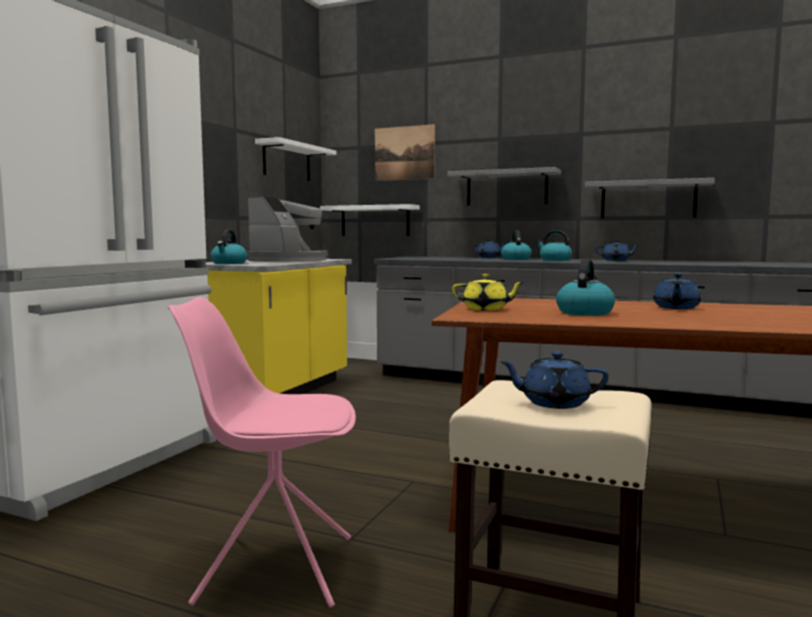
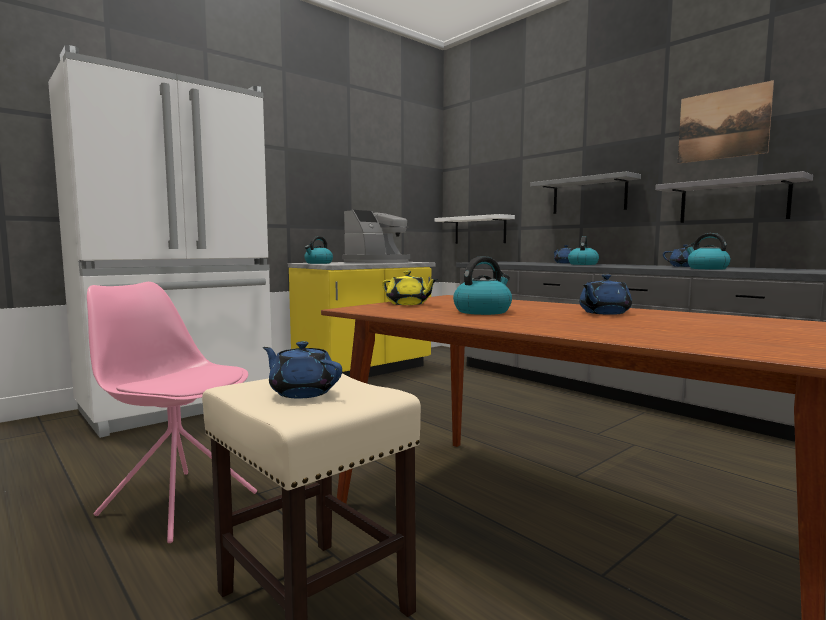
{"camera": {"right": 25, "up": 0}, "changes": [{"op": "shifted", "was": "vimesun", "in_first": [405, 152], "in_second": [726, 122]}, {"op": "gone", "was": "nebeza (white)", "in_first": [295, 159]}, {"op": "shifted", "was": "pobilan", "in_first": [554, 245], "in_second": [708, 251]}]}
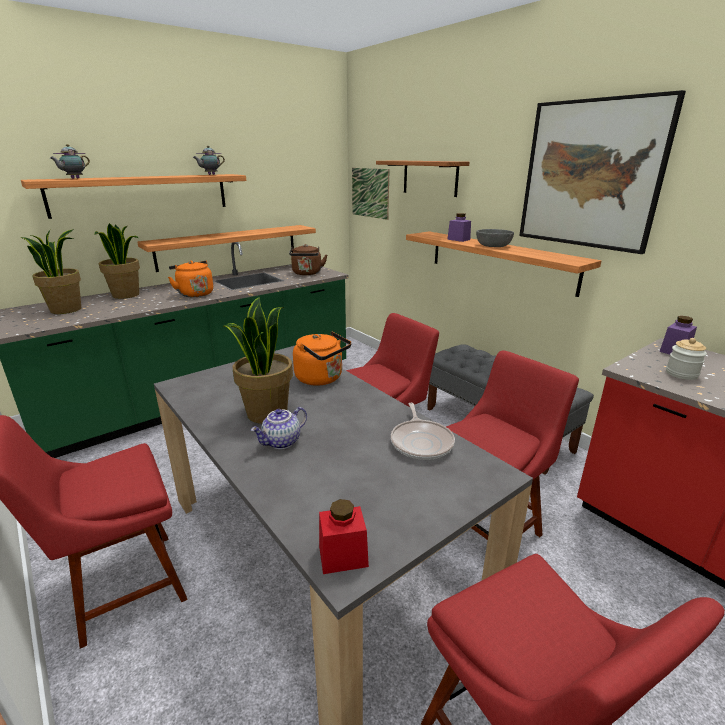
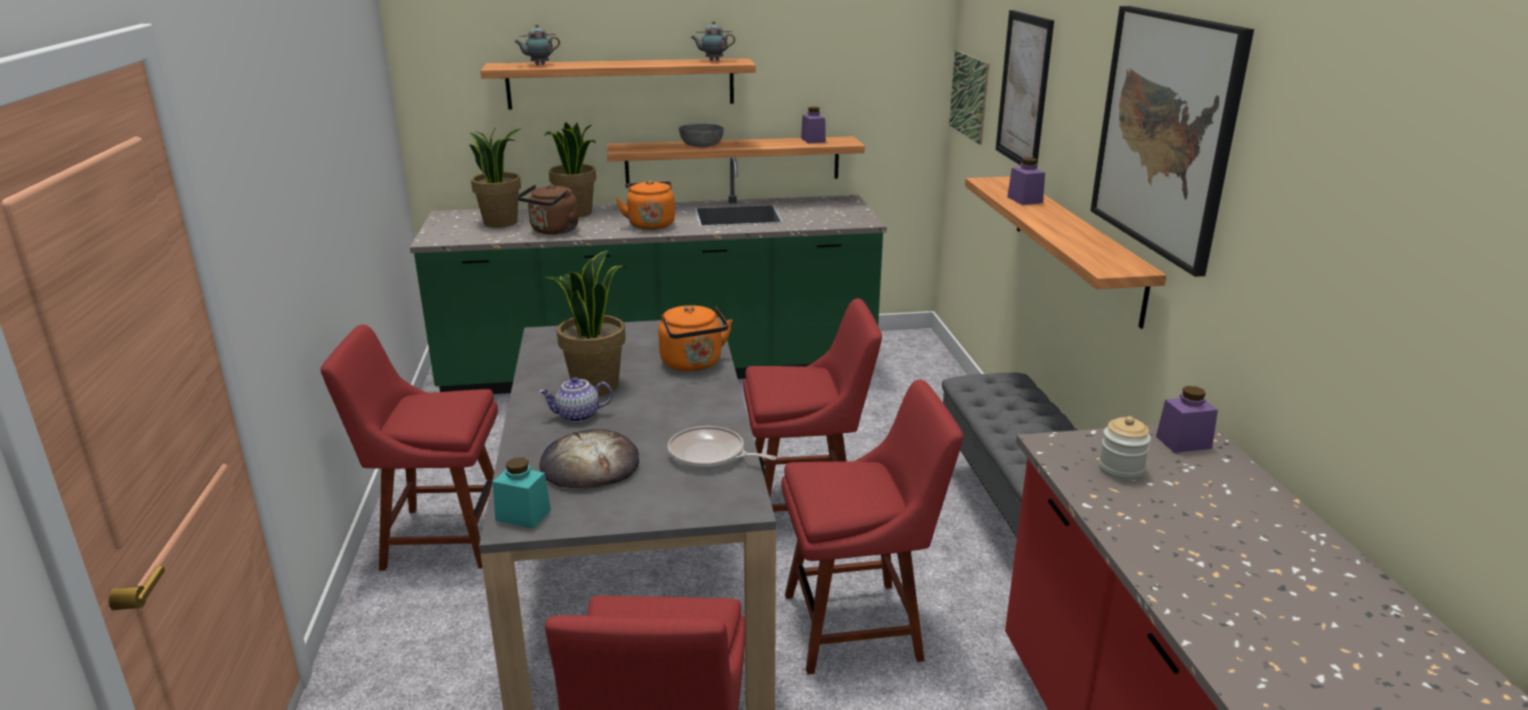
{"camera": {"right": 30, "up": 0}, "changes": [{"op": "swapped", "was": "nebeza", "now": "vimesun", "in_first": [422, 178], "in_second": [1024, 89]}, {"op": "shifted", "was": "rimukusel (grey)", "in_first": [495, 238], "in_second": [701, 135]}, {"op": "shifted", "was": "pobilan (brown)", "in_first": [308, 259], "in_second": [548, 209]}, {"op": "rotated", "was": "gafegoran", "in_first": [423, 431], "in_second": [722, 448], "clockwise": 90}, {"op": "repainted", "was": "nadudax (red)", "now": "nadudax (turquoise)", "in_first": [344, 536], "in_second": [522, 493]}, {"op": "new", "now": "nadudax (purple)", "in_second": [813, 125]}, {"op": "new", "now": "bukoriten", "in_second": [589, 459]}]}
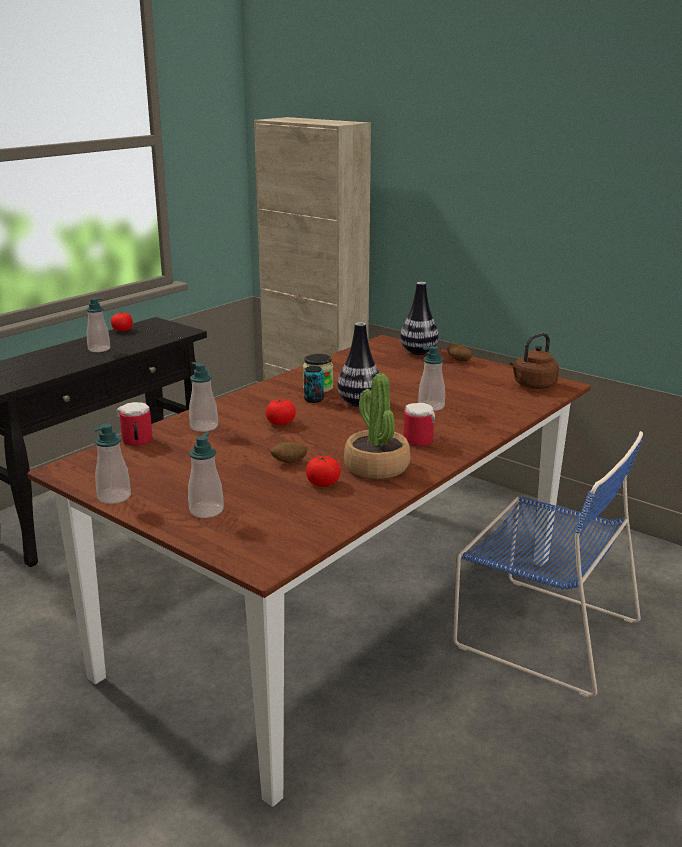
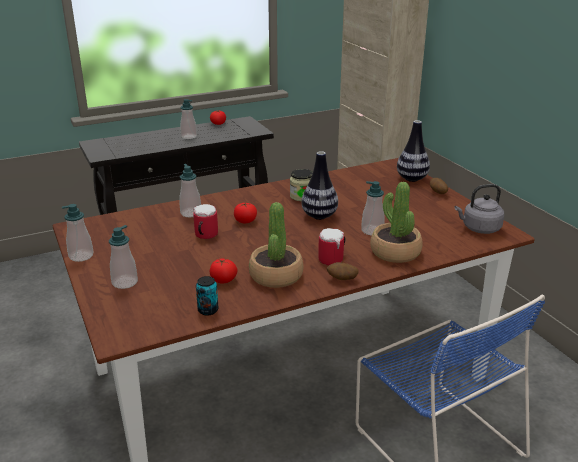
{"camera": {"right": 25, "up": 5}, "changes": [{"op": "repainted", "was": "pobilan (brown)", "now": "pobilan (grey)", "in_first": [534, 361], "in_second": [479, 209]}, {"op": "shifted", "was": "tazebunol", "in_first": [314, 384], "in_second": [207, 295]}, {"op": "shifted", "was": "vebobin", "in_first": [134, 424], "in_second": [205, 221]}, {"op": "shifted", "was": "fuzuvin", "in_first": [289, 452], "in_second": [343, 271]}, {"op": "new", "now": "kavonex", "in_second": [396, 222]}]}
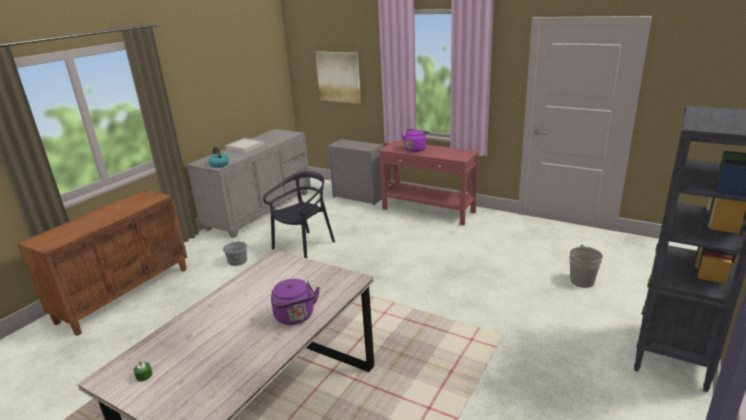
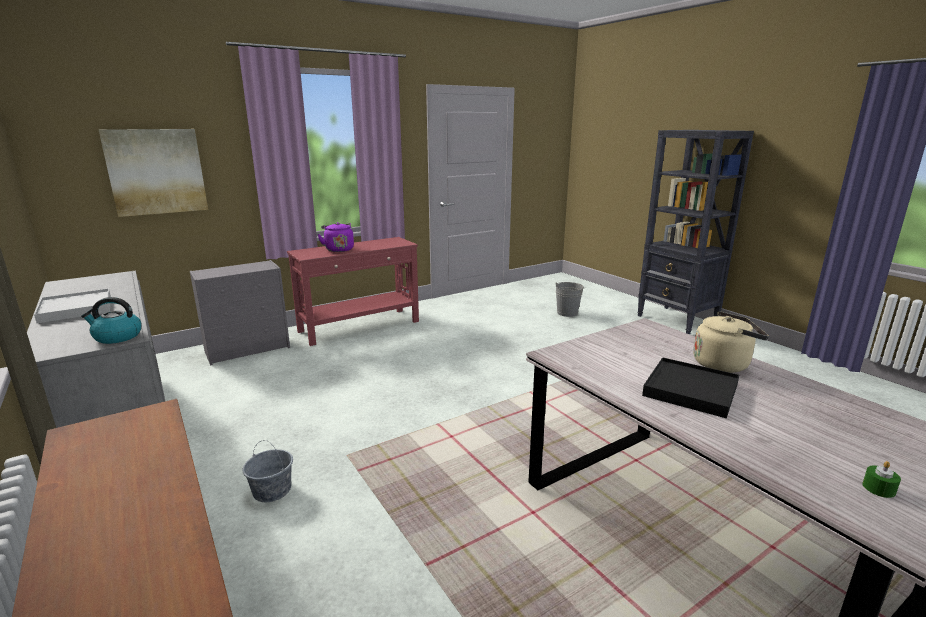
{"camera": {"right": -65, "up": -5}, "changes": [{"op": "gone", "was": "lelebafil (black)", "in_first": [299, 214]}, {"op": "repainted", "was": "pobilan (purple)", "now": "pobilan (beige)", "in_first": [295, 302], "in_second": [731, 342]}, {"op": "new", "now": "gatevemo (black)", "in_second": [690, 387]}]}
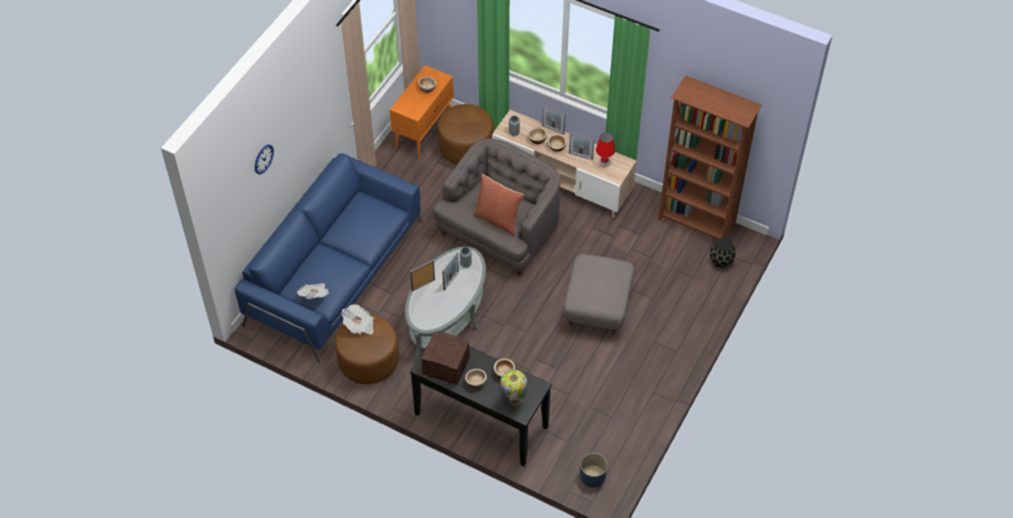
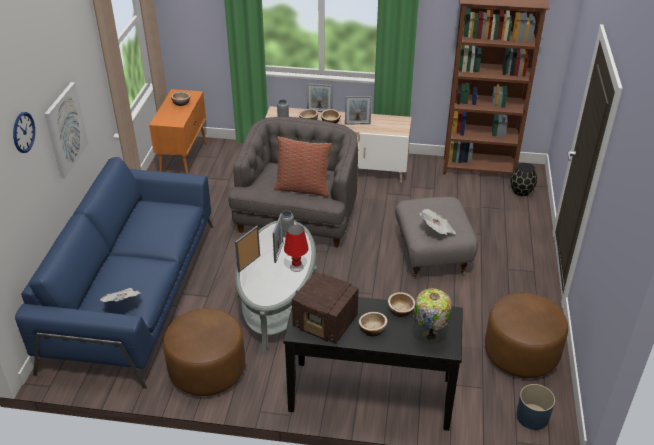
{"camera": {"right": -20, "up": -15}, "changes": [{"op": "shifted", "was": "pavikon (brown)", "in_first": [466, 134], "in_second": [526, 335]}, {"op": "shifted", "was": "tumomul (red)", "in_first": [605, 150], "in_second": [296, 248]}, {"op": "shifted", "was": "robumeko", "in_first": [358, 319], "in_second": [438, 222]}, {"op": "rotated", "was": "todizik", "in_first": [445, 358], "in_second": [325, 308], "clockwise": -150}, {"op": "new", "now": "vimesun", "in_second": [67, 130]}]}
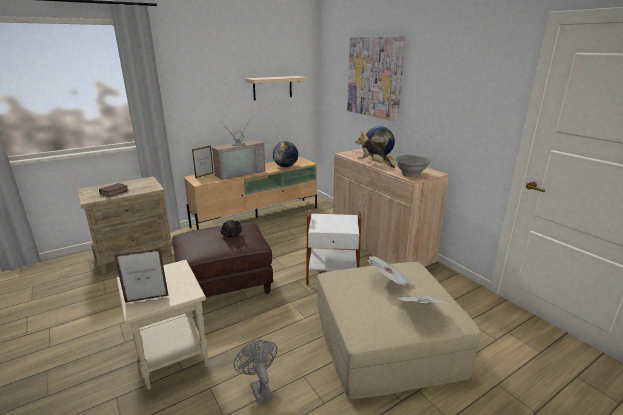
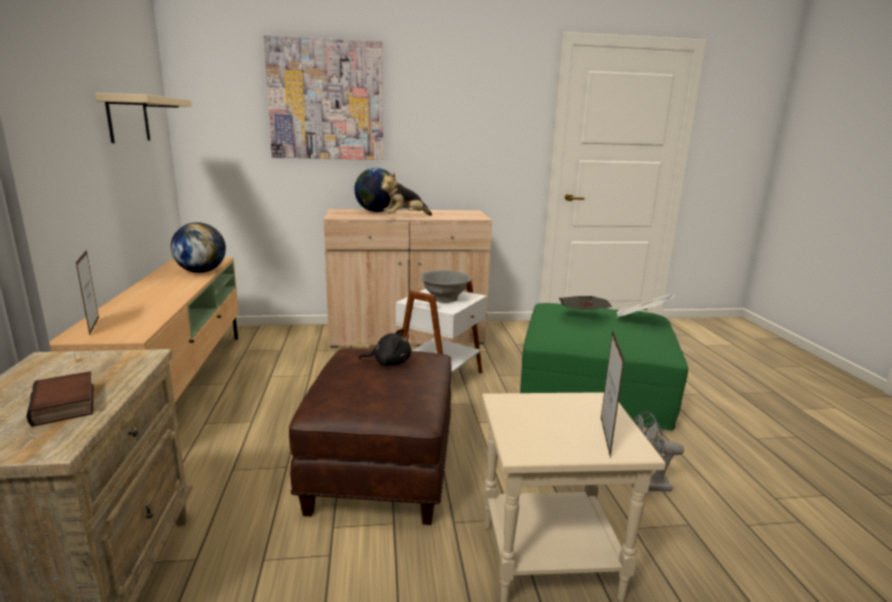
{"camera": {"right": -65, "up": -5}, "changes": [{"op": "gone", "was": "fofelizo", "in_first": [239, 149]}, {"op": "shifted", "was": "rimukusel (grey)", "in_first": [413, 166], "in_second": [445, 286]}, {"op": "repainted", "was": "pavikon (beige)", "now": "pavikon (green)", "in_first": [399, 330], "in_second": [604, 366]}]}
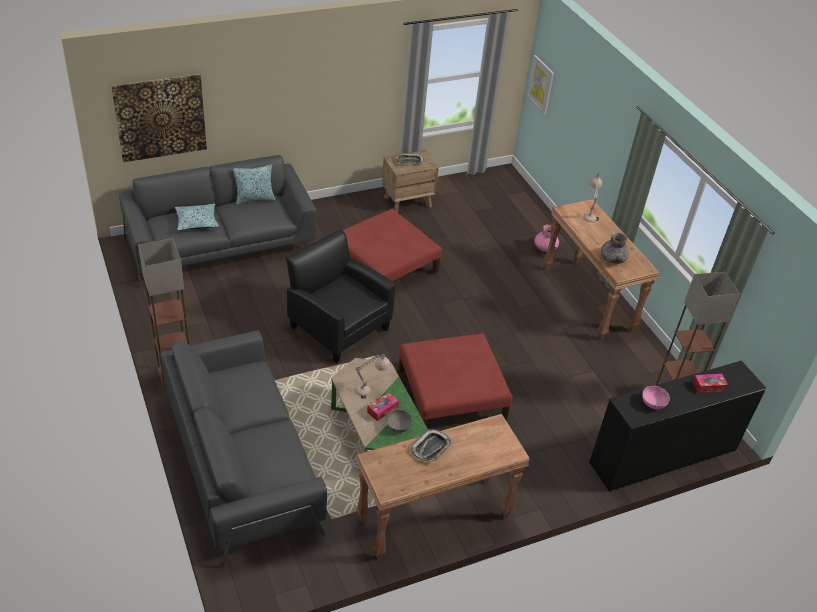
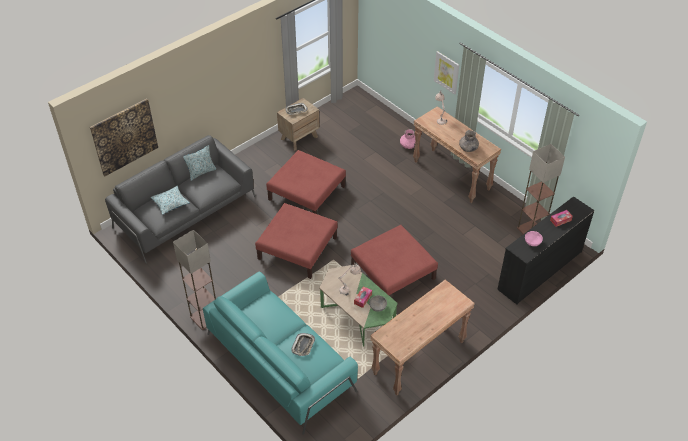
{"camera": {"right": -15, "up": 5}, "changes": [{"op": "shifted", "was": "vimesun", "in_first": [540, 85], "in_second": [446, 73]}, {"op": "swapped", "was": "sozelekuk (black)", "now": "pavikon (red)", "in_first": [340, 296], "in_second": [296, 241]}, {"op": "repainted", "was": "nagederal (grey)", "now": "nagederal (turquoise)", "in_first": [243, 449], "in_second": [280, 353]}, {"op": "shifted", "was": "gatevemo", "in_first": [431, 445], "in_second": [303, 344]}]}
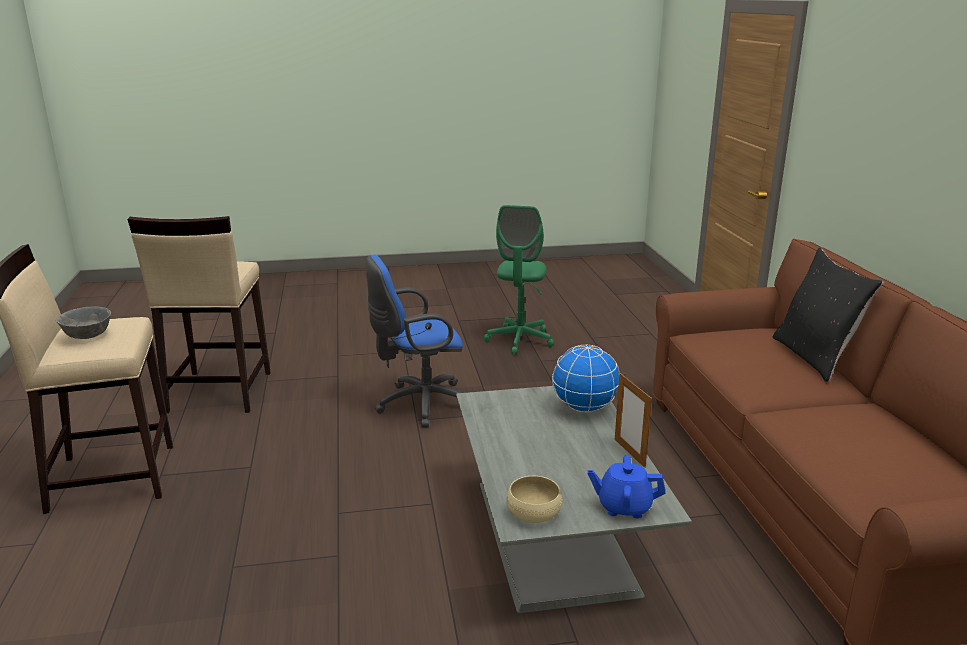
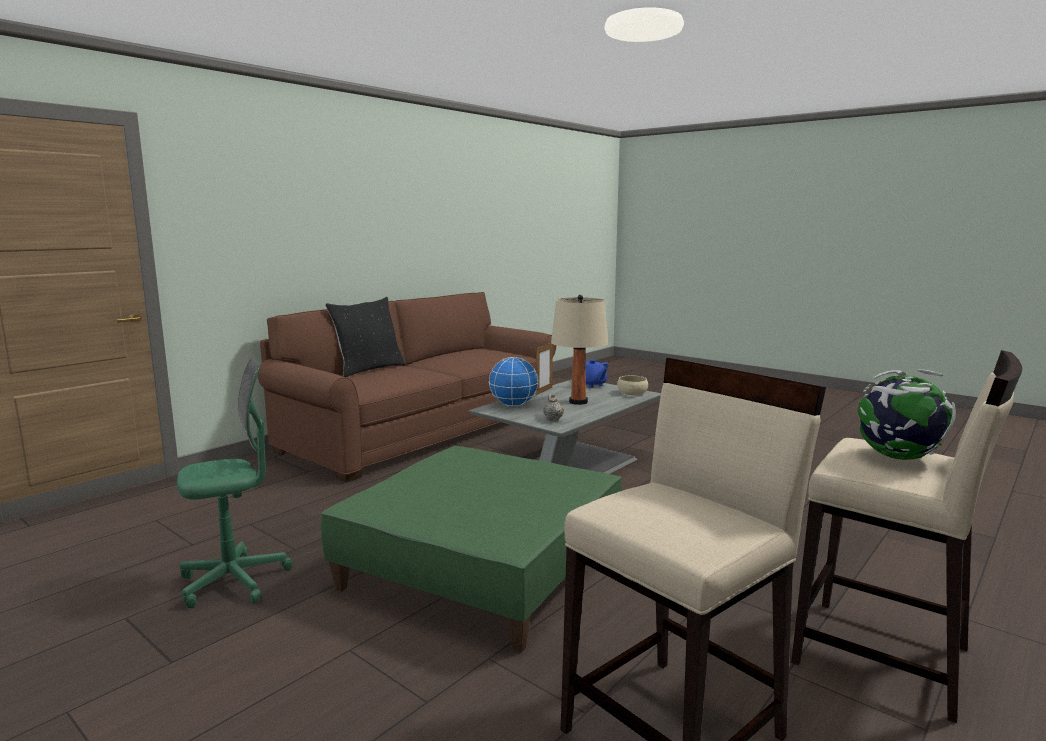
{"camera": {"right": -130, "up": -10}, "changes": [{"op": "swapped", "was": "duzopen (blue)", "now": "pavikon (green)", "in_first": [414, 341], "in_second": [471, 549]}, {"op": "swapped", "was": "rimukusel (grey)", "now": "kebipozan", "in_first": [83, 322], "in_second": [907, 414]}, {"op": "new", "now": "tumomul (beige)", "in_second": [579, 350]}, {"op": "new", "now": "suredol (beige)", "in_second": [553, 407]}]}
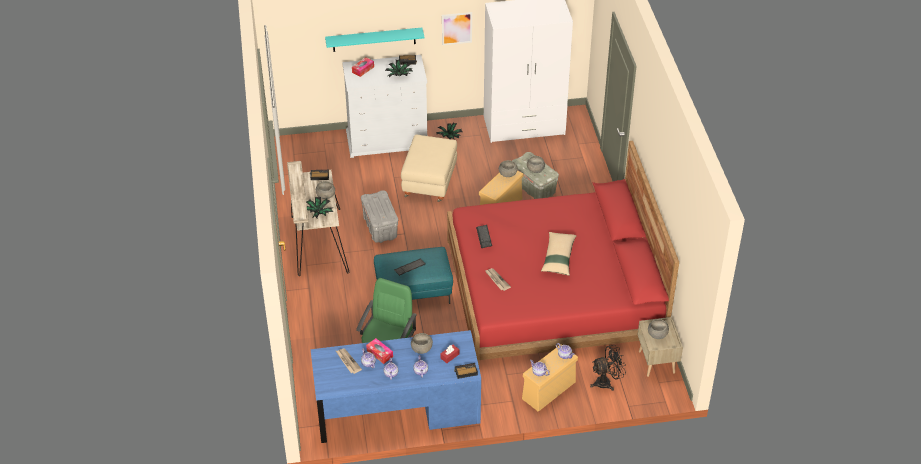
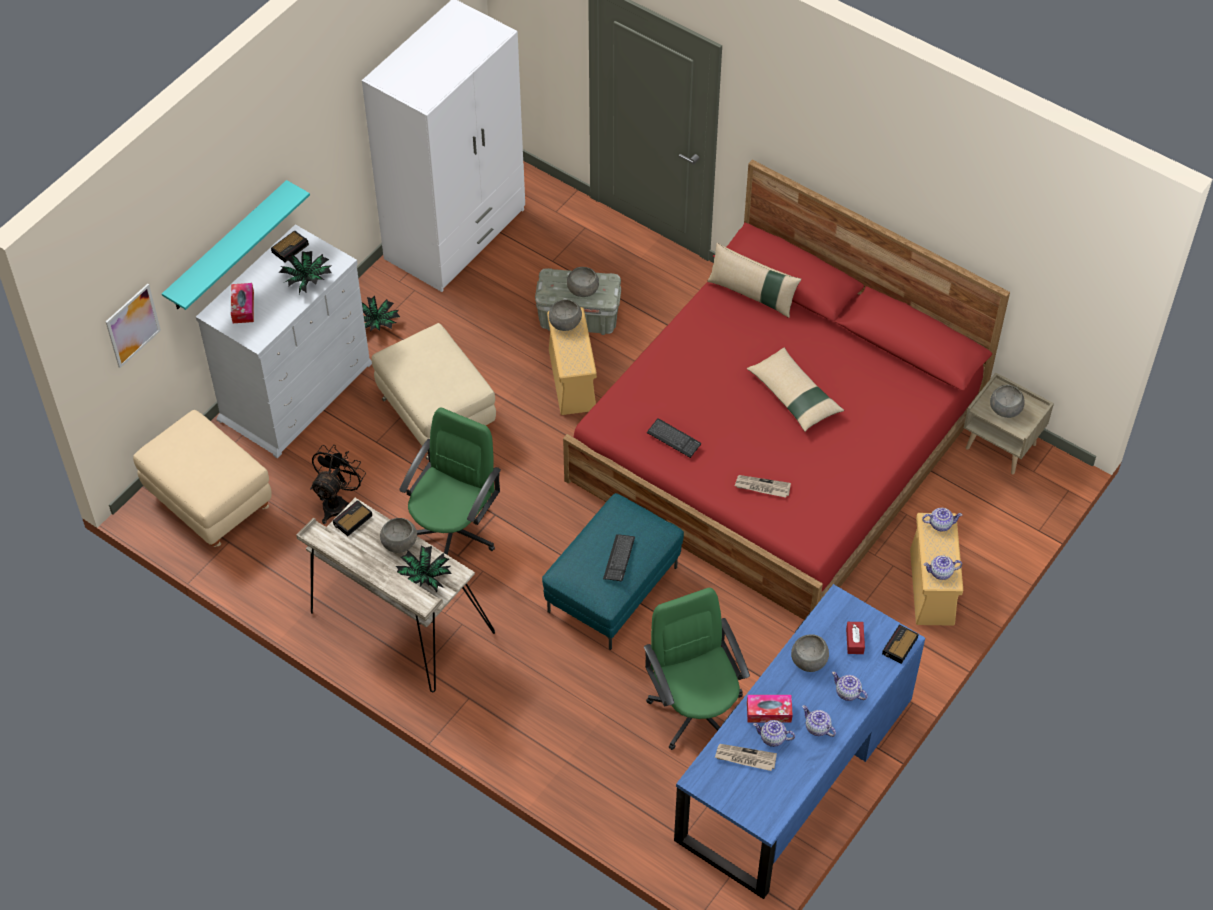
{"camera": {"right": -45, "up": 10}, "changes": [{"op": "shifted", "was": "vimesun", "in_first": [457, 28], "in_second": [133, 326]}, {"op": "swapped", "was": "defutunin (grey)", "now": "duzopen (green)", "in_first": [379, 216], "in_second": [450, 481]}, {"op": "shifted", "was": "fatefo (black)", "in_first": [608, 368], "in_second": [338, 484]}, {"op": "new", "now": "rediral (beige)", "in_second": [754, 280]}, {"op": "new", "now": "pavikon (beige)", "in_second": [202, 478]}]}
